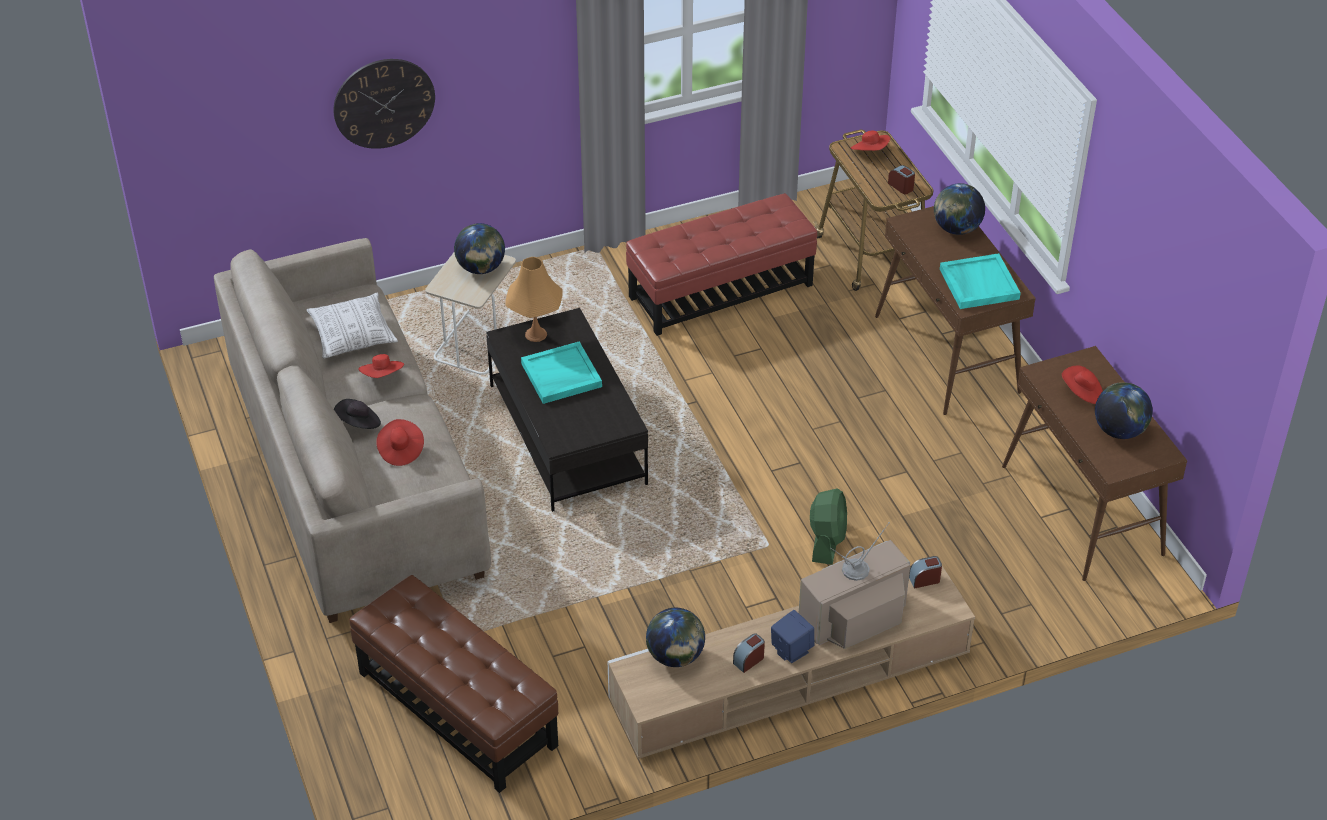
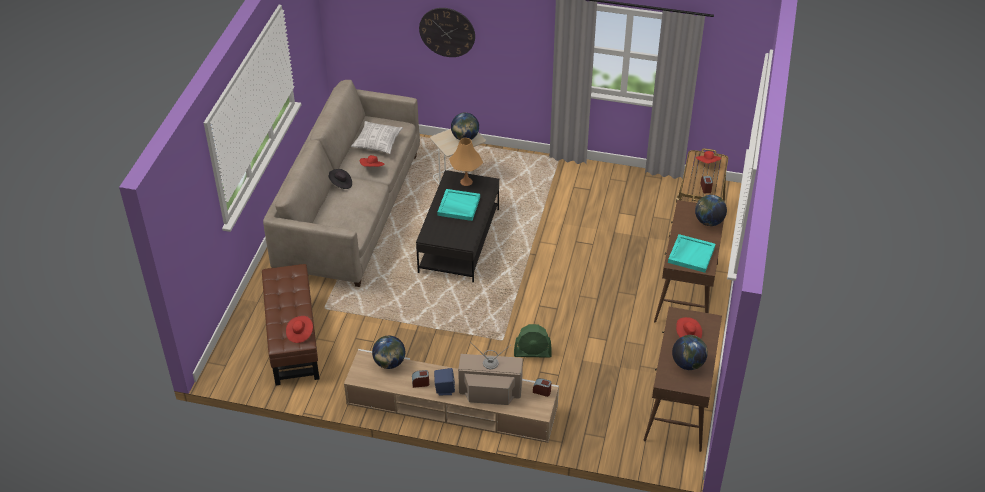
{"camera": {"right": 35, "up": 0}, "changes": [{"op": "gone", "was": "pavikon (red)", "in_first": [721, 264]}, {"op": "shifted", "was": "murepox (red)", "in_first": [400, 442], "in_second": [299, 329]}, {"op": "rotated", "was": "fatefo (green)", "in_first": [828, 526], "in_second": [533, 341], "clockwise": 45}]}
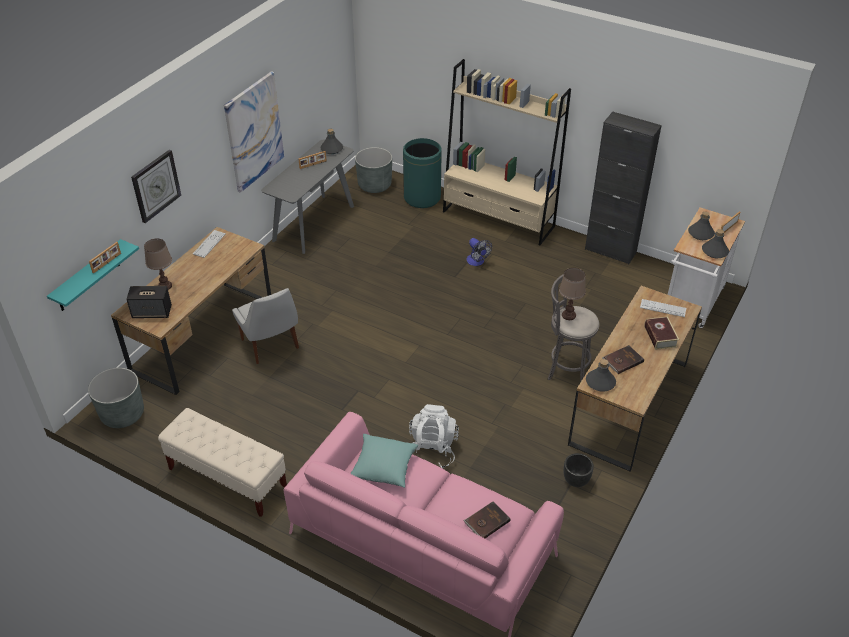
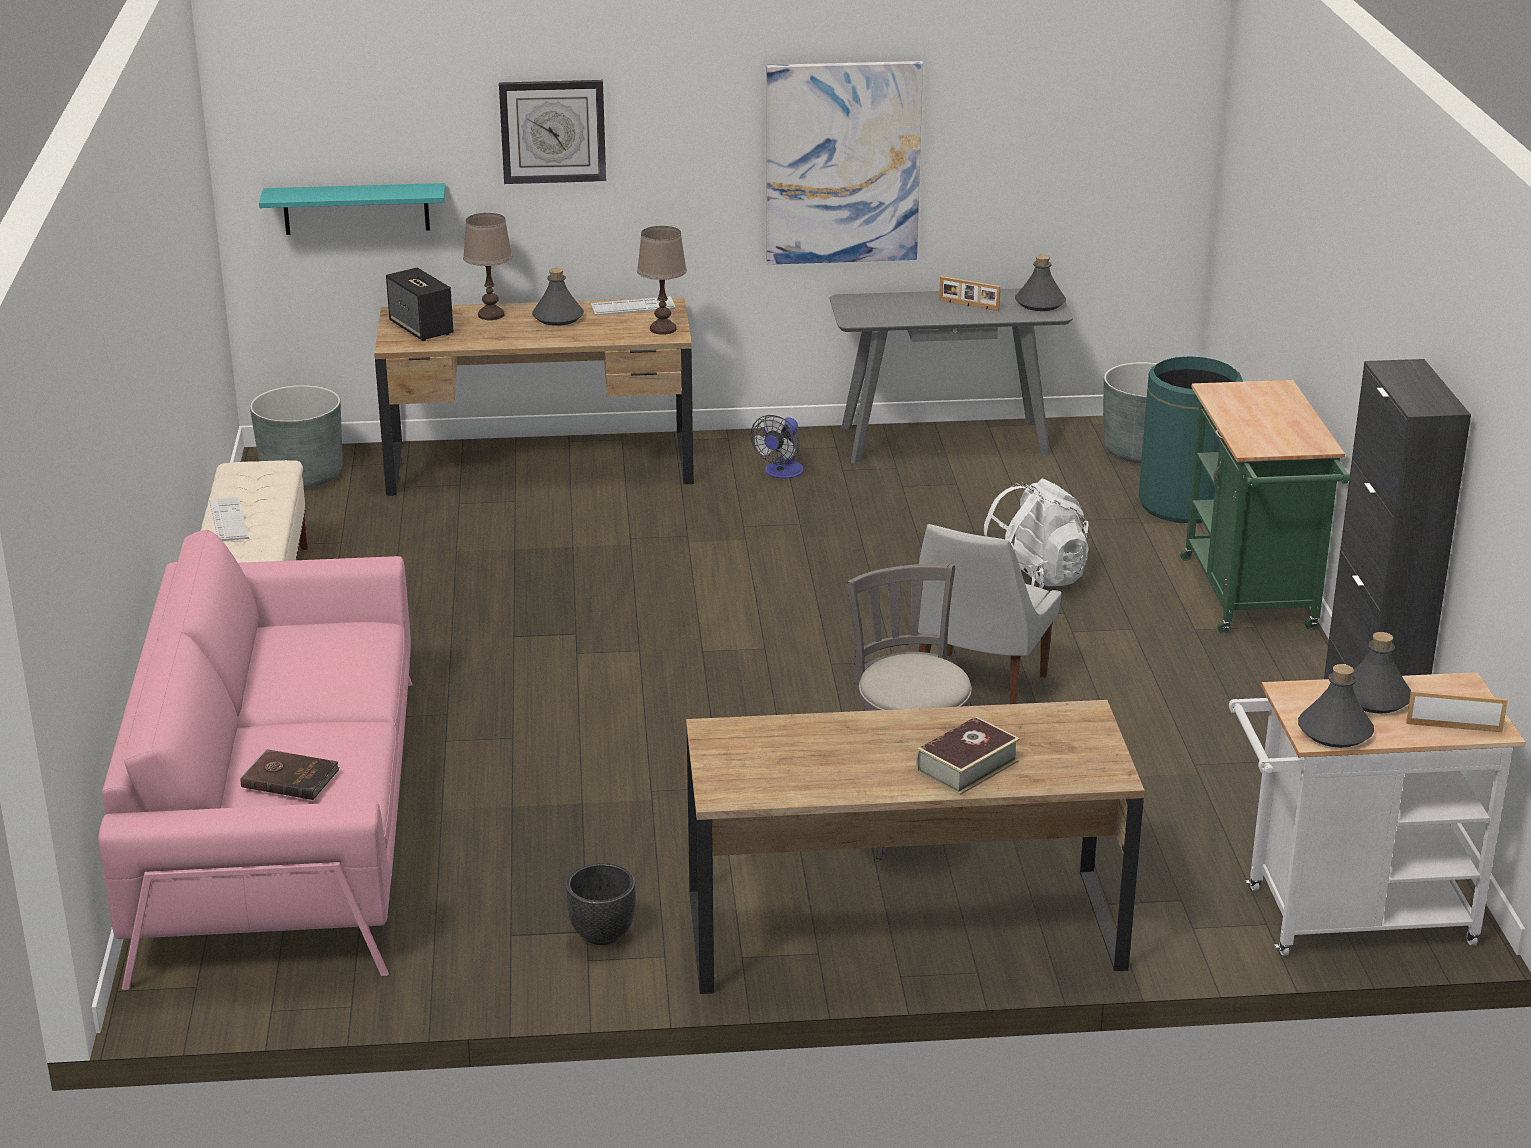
{"camera": {"right": 55, "up": -15}, "changes": [{"op": "swapped", "was": "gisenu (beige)", "now": "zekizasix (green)", "in_first": [507, 152], "in_second": [1265, 506]}, {"op": "shifted", "was": "fatefo", "in_first": [479, 252], "in_second": [777, 447]}, {"op": "gone", "was": "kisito", "in_first": [105, 257]}, {"op": "shifted", "was": "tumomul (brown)", "in_first": [572, 294], "in_second": [662, 280]}, {"op": "shifted", "was": "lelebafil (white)", "in_first": [265, 326], "in_second": [990, 614]}, {"op": "shifted", "was": "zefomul", "in_first": [663, 308], "in_second": [229, 519]}, {"op": "gone", "was": "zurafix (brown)", "in_first": [623, 359]}, {"op": "shifted", "was": "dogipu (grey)", "in_first": [601, 375], "in_second": [558, 297]}, {"op": "shifted", "was": "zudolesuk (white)", "in_first": [434, 436], "in_second": [1036, 533]}, {"op": "gone", "was": "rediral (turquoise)", "in_first": [384, 461]}]}
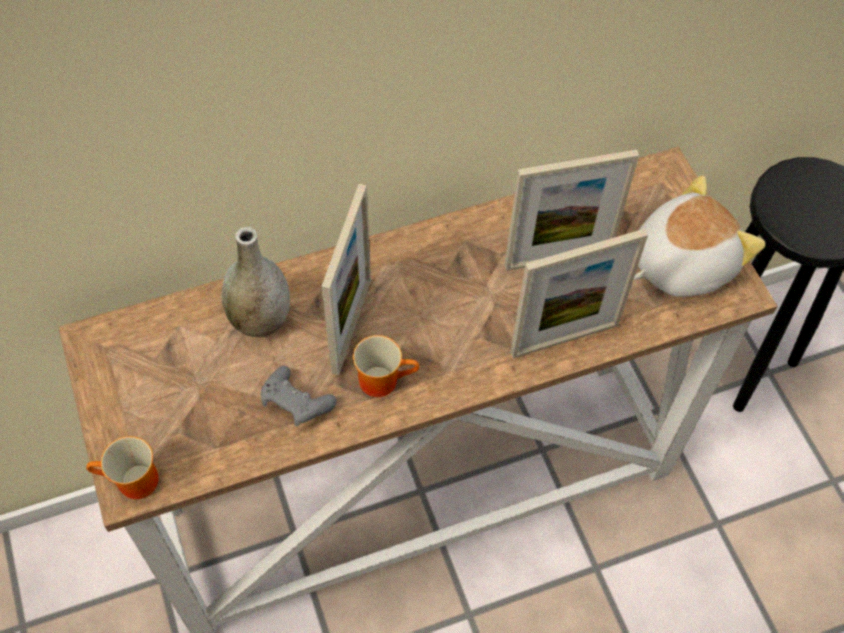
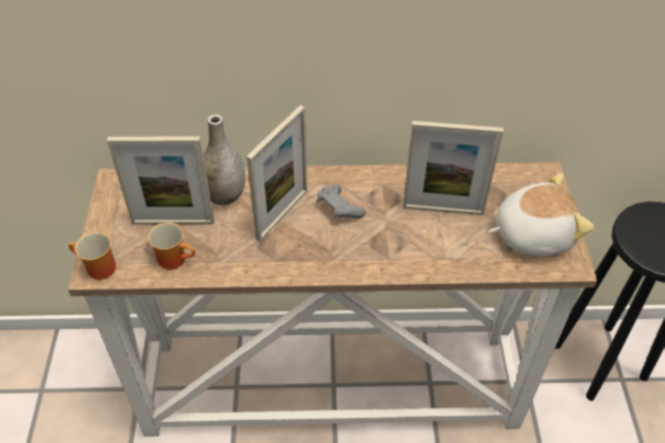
{"camera": {"right": 20, "up": -10}, "changes": [{"op": "shifted", "was": "kisito", "in_first": [579, 293], "in_second": [160, 180]}, {"op": "shifted", "was": "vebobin", "in_first": [386, 366], "in_second": [171, 246]}, {"op": "shifted", "was": "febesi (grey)", "in_first": [298, 396], "in_second": [341, 202]}]}
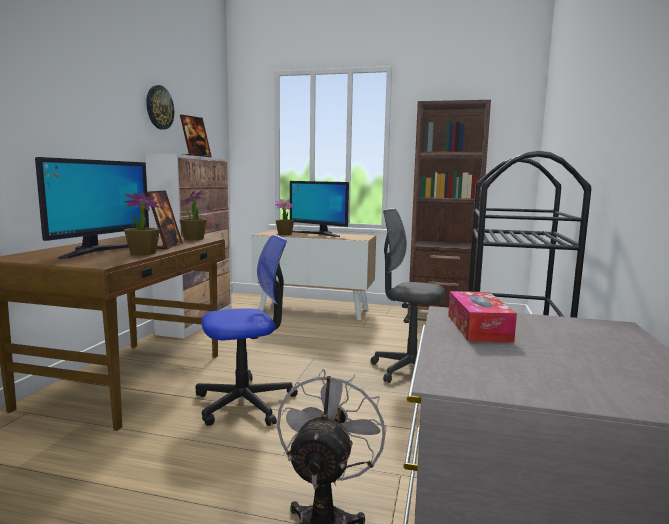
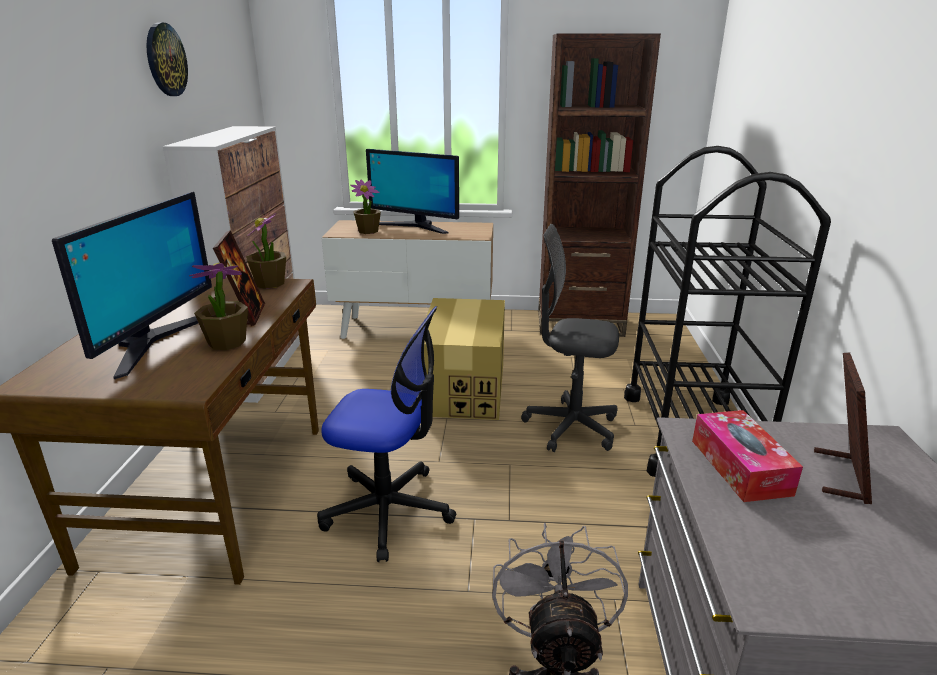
{"camera": {"right": -10, "up": 15}, "changes": [{"op": "shifted", "was": "kisito", "in_first": [196, 136], "in_second": [843, 428]}, {"op": "rotated", "was": "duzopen", "in_first": [246, 330], "in_second": [386, 434], "clockwise": 45}, {"op": "new", "now": "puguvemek", "in_second": [463, 359]}]}
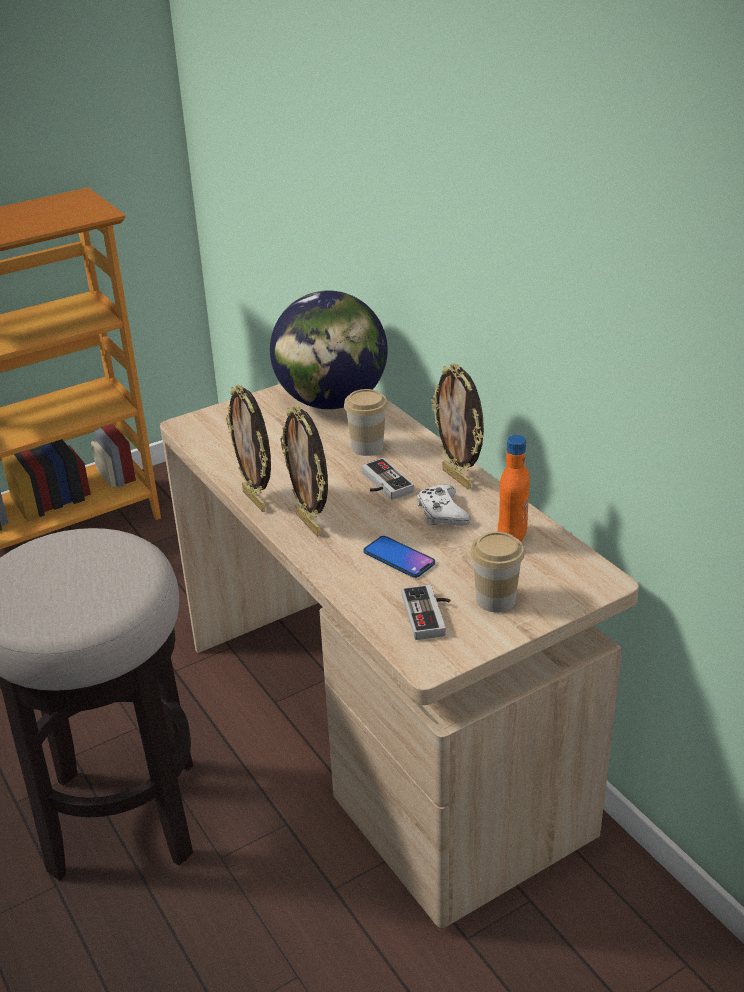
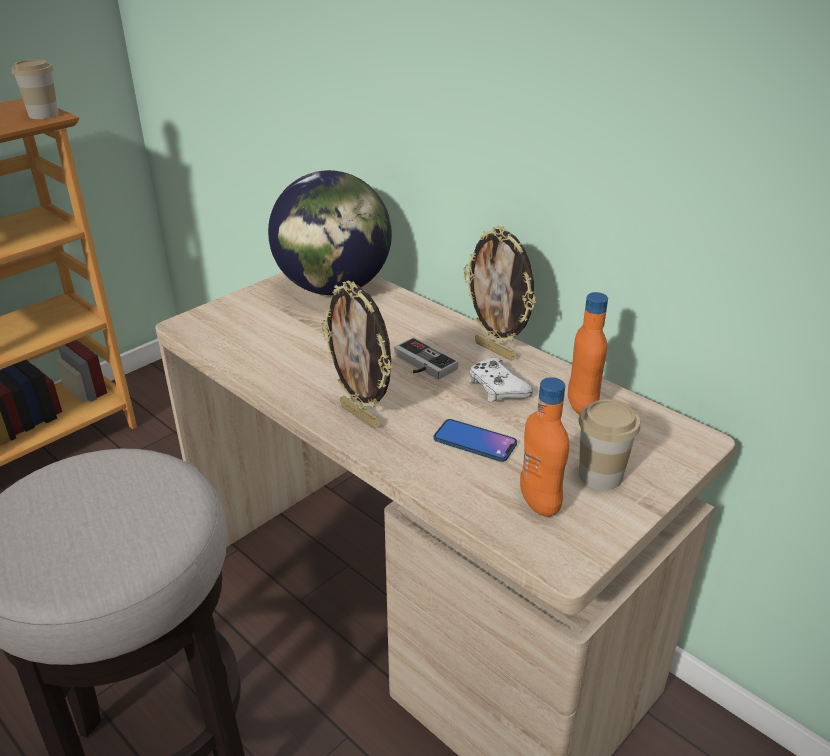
{"camera": {"right": -15, "up": 0}, "changes": [{"op": "gone", "was": "kisito", "in_first": [248, 448]}, {"op": "shifted", "was": "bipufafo", "in_first": [366, 422], "in_second": [35, 89]}, {"op": "swapped", "was": "febesi", "now": "dogipu (orange)", "in_first": [426, 612], "in_second": [544, 447]}]}
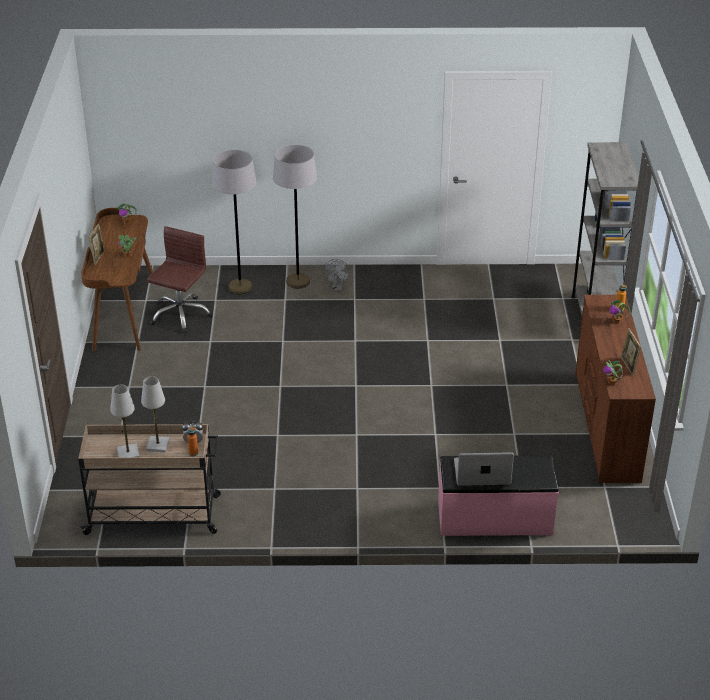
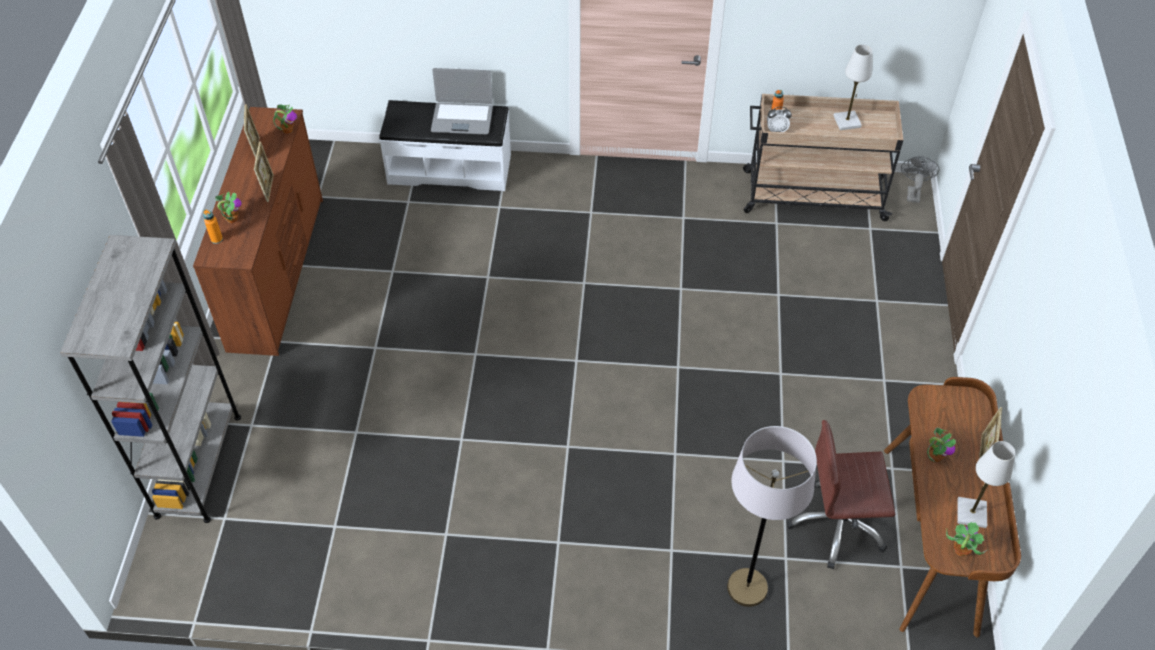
{"camera": {"right": -175, "up": 15}, "changes": [{"op": "gone", "was": "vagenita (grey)", "in_first": [295, 216]}, {"op": "rotated", "was": "duzopen (brown)", "in_first": [179, 279], "in_second": [841, 494], "clockwise": 60}, {"op": "shifted", "was": "fatefo (grey)", "in_first": [336, 275], "in_second": [920, 179]}, {"op": "shifted", "was": "tumomul (white)", "in_first": [155, 414], "in_second": [986, 484]}, {"op": "repainted", "was": "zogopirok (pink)", "now": "zogopirok (white)", "in_first": [498, 496], "in_second": [445, 145]}, {"op": "new", "now": "kisito", "in_second": [264, 172]}]}
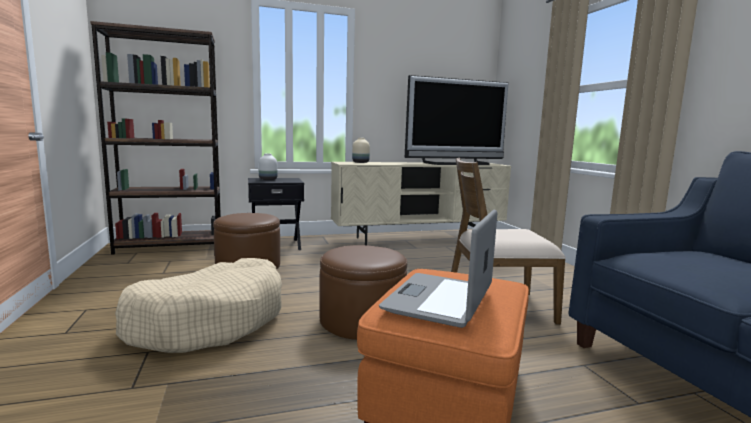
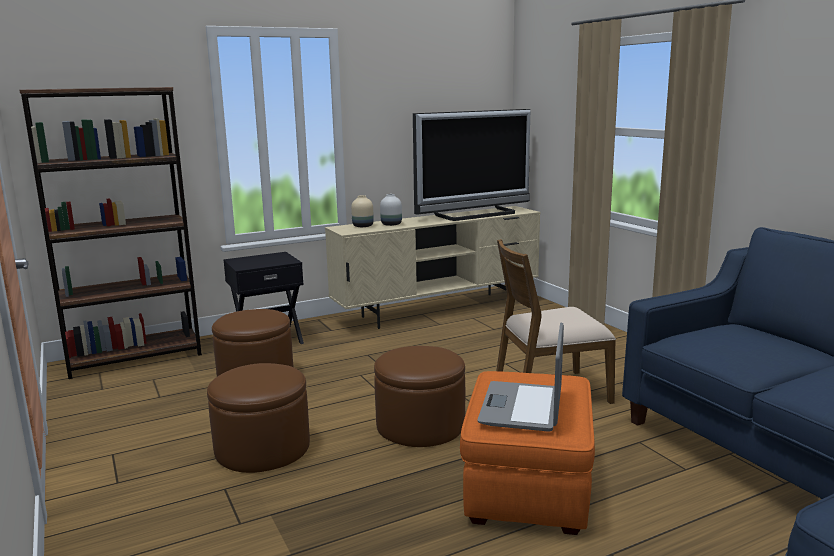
{"camera": {"right": -10, "up": 5}, "changes": [{"op": "shifted", "was": "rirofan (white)", "in_first": [268, 167], "in_second": [391, 210]}, {"op": "swapped", "was": "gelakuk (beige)", "now": "pavikon (brown)", "in_first": [198, 305], "in_second": [258, 418]}]}
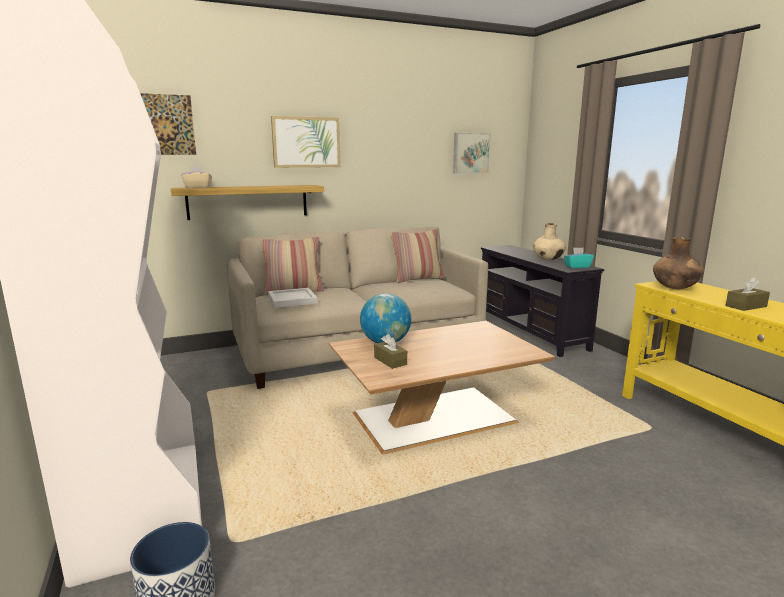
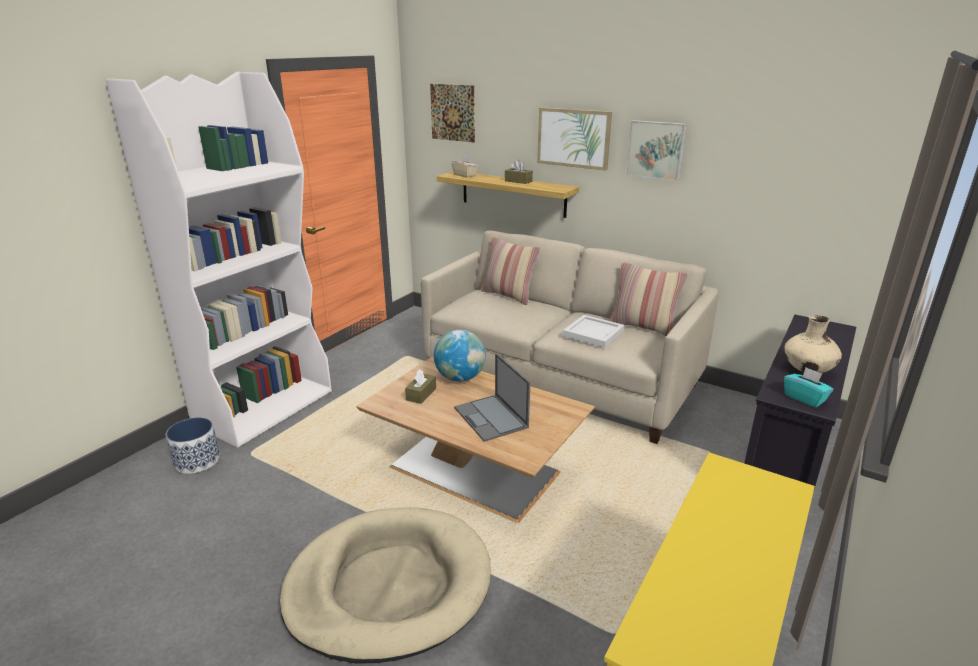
{"camera": {"right": 55, "up": 10}, "changes": [{"op": "shifted", "was": "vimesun", "in_first": [472, 153], "in_second": [656, 150]}, {"op": "gone", "was": "rirofan (brown)", "in_first": [678, 263]}, {"op": "shifted", "was": "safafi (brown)", "in_first": [747, 294], "in_second": [519, 172]}, {"op": "shifted", "was": "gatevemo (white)", "in_first": [292, 298], "in_second": [594, 331]}, {"op": "new", "now": "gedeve", "in_second": [492, 397]}, {"op": "new", "now": "gelakuk (beige)", "in_second": [385, 586]}]}
